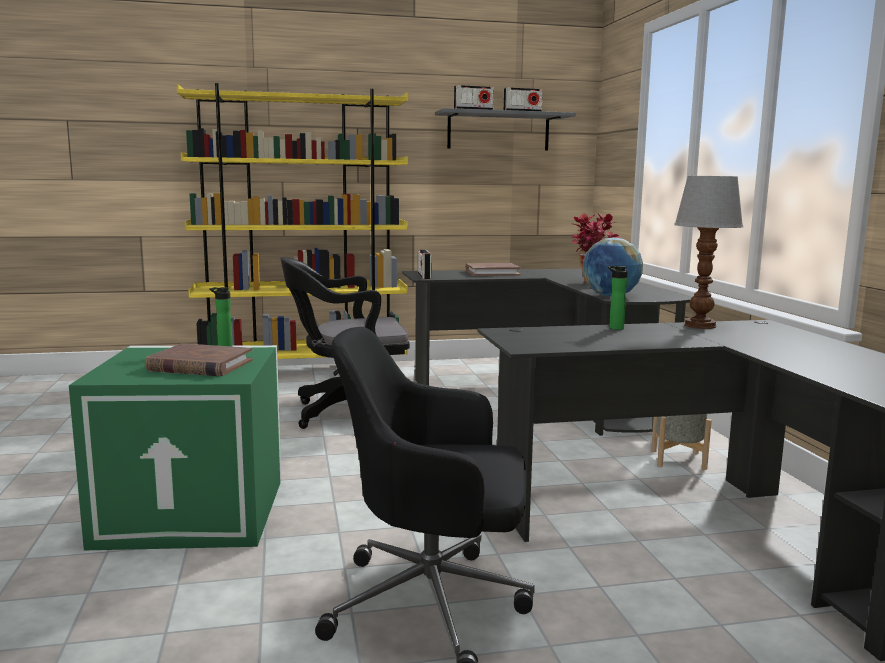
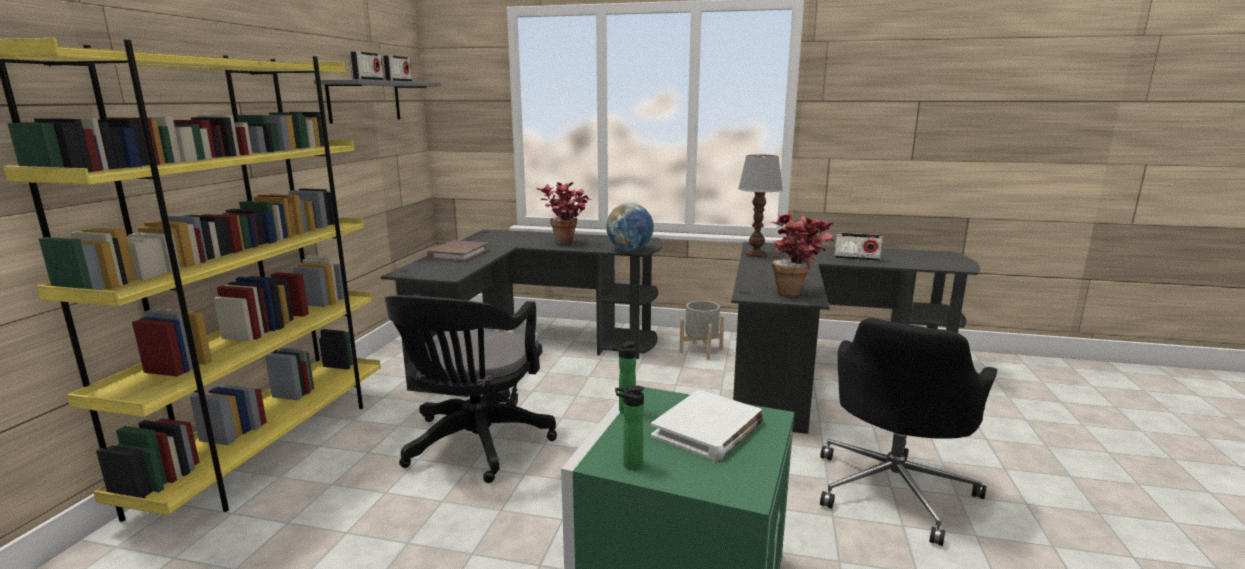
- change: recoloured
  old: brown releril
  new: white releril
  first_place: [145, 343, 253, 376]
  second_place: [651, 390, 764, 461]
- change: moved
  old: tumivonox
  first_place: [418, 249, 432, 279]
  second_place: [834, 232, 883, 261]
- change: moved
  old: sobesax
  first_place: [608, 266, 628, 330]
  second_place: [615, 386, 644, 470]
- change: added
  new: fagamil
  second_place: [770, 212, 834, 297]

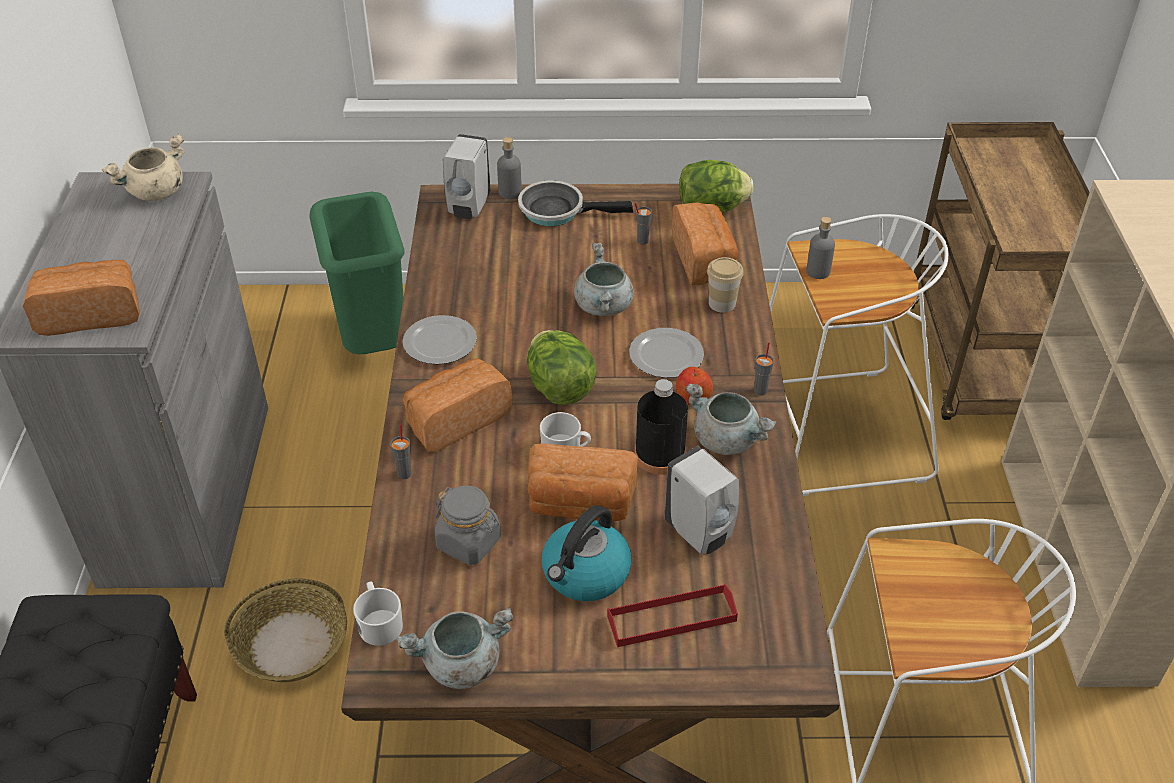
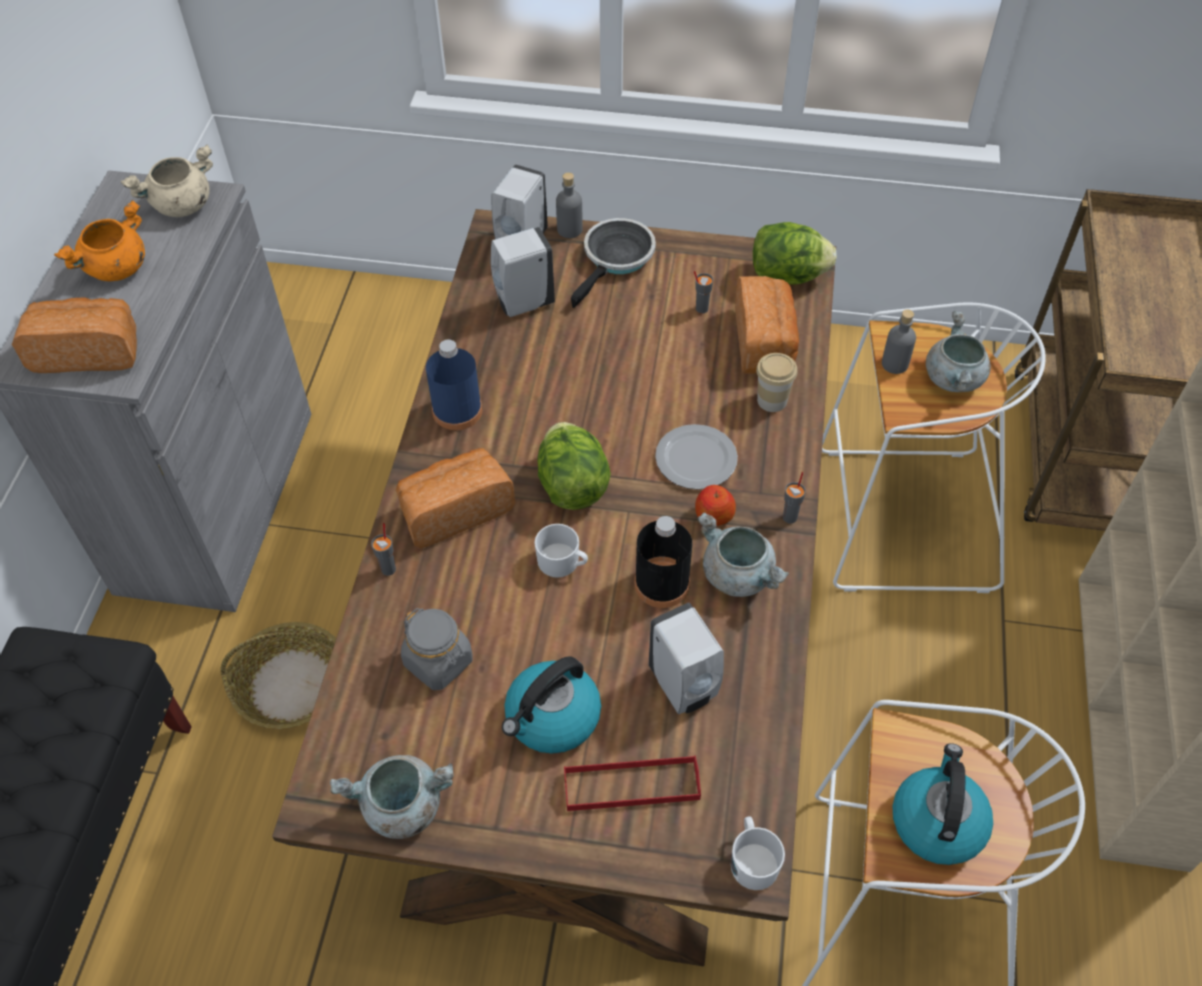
- change: removed
  old: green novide
  first_place: [309, 192, 404, 354]
- change: moved
  old: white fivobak
  first_place: [353, 582, 403, 646]
  second_place: [731, 817, 785, 890]
- change: replaced
  old: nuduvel
  new: blue sobesax
  first_place: [403, 315, 477, 364]
  second_place: [426, 339, 482, 431]
- change: turned
  old: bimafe
  first_place: [518, 180, 633, 226]
  second_place: [571, 218, 656, 308]
  degrees: 105
- change: removed
  old: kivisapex
  first_place: [528, 443, 638, 521]
- change: moved
  old: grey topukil
  first_place: [574, 243, 634, 316]
  second_place: [926, 311, 991, 392]
- change: added
  new: orange topukil
  second_place: [54, 200, 145, 281]
- change: added
  new: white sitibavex
  second_place: [490, 227, 555, 317]
- change: added
  new: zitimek
  second_place: [893, 743, 993, 865]

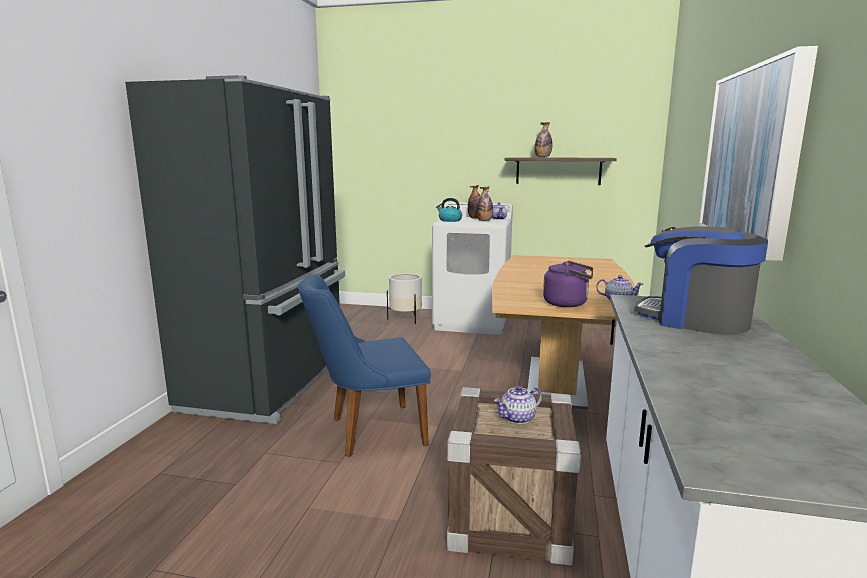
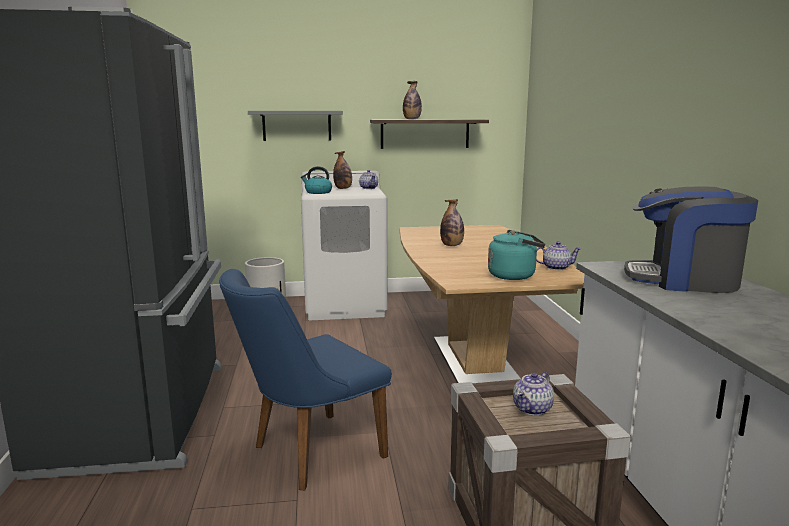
- change: moved
  old: sobesax
  first_place: [476, 187, 493, 221]
  second_place: [440, 199, 464, 246]
- change: recoloured
  old: purple zitimek
  new: turquoise zitimek
  first_place: [543, 261, 593, 307]
  second_place: [488, 230, 545, 280]
- change: removed
  old: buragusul
  first_place: [699, 46, 818, 261]
- change: added
  new: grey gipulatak
  second_place: [248, 111, 343, 141]

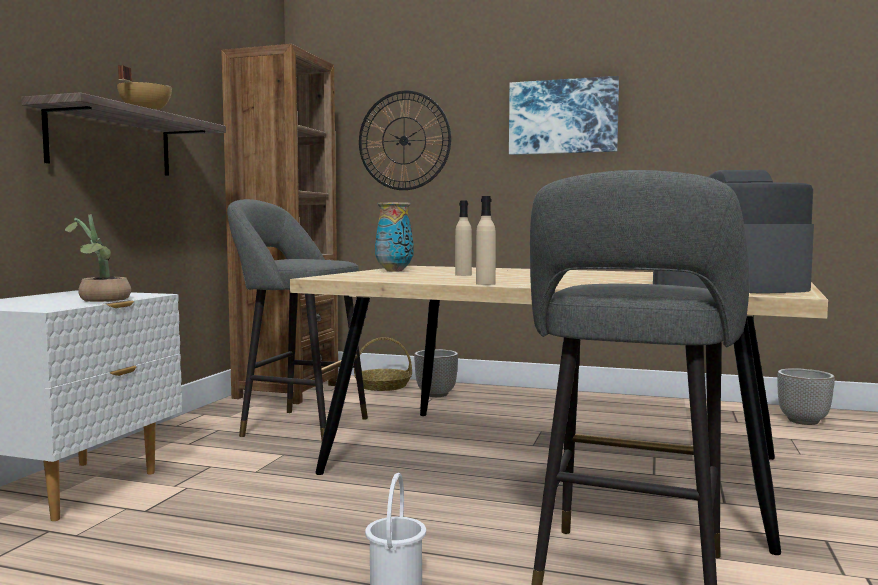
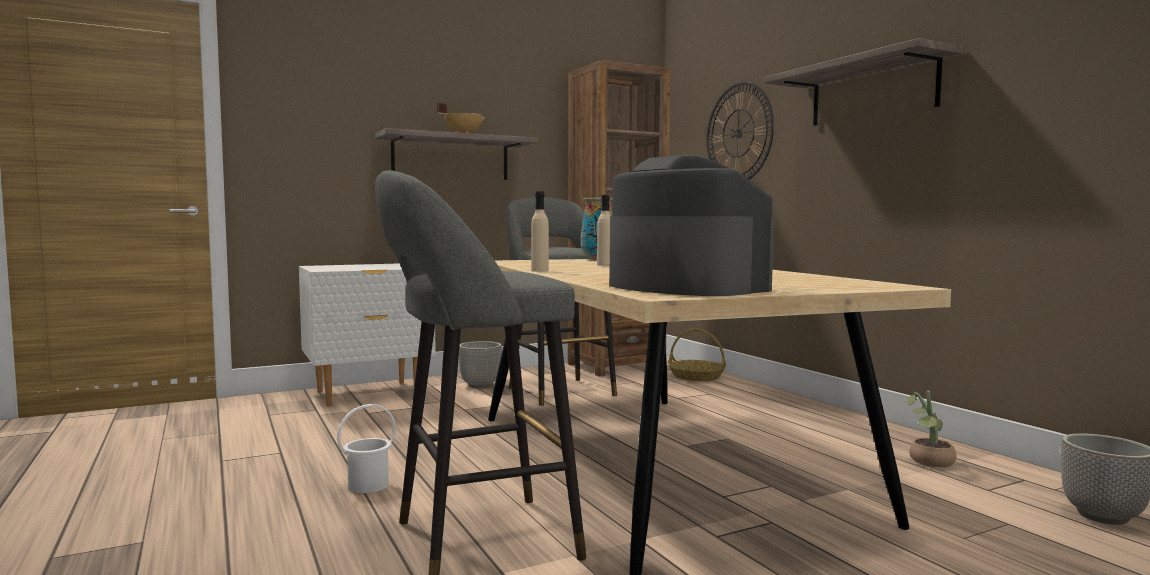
- change: moved
  old: fagamil
  first_place: [65, 215, 131, 302]
  second_place: [905, 391, 957, 467]
- change: moved
  old: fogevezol
  first_place: [414, 349, 458, 397]
  second_place: [459, 341, 502, 389]
- change: replaced
  old: buragusul
  new: gipulatak
  first_place: [509, 76, 619, 155]
  second_place: [764, 38, 962, 126]

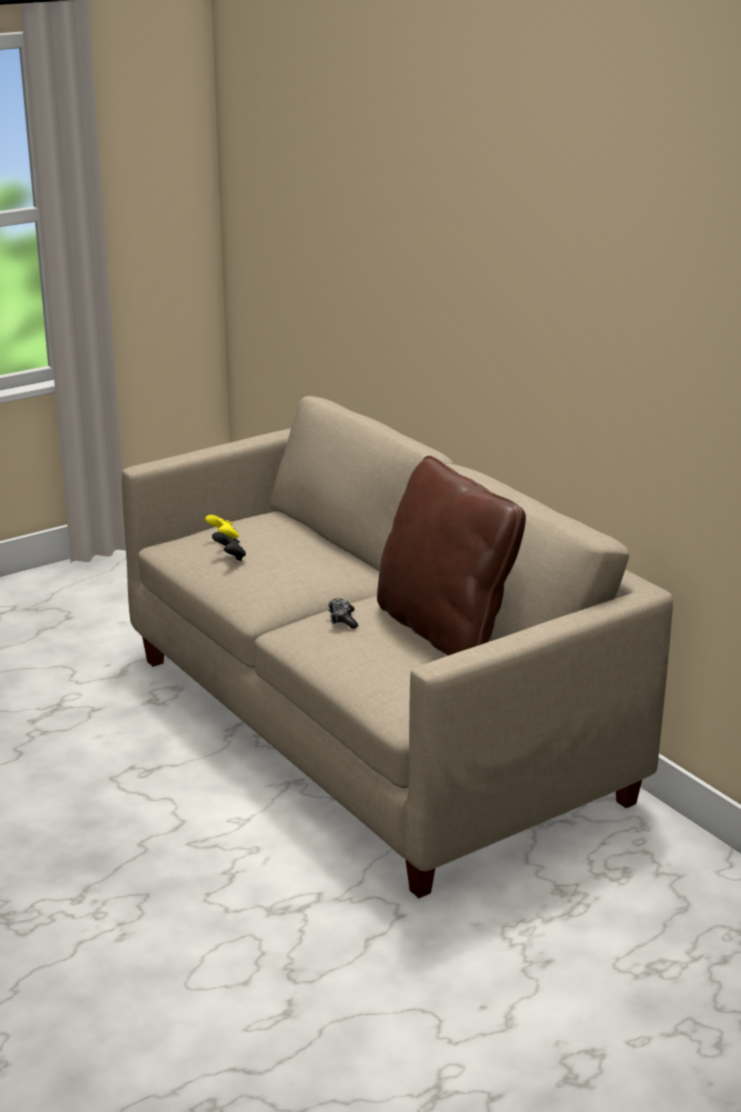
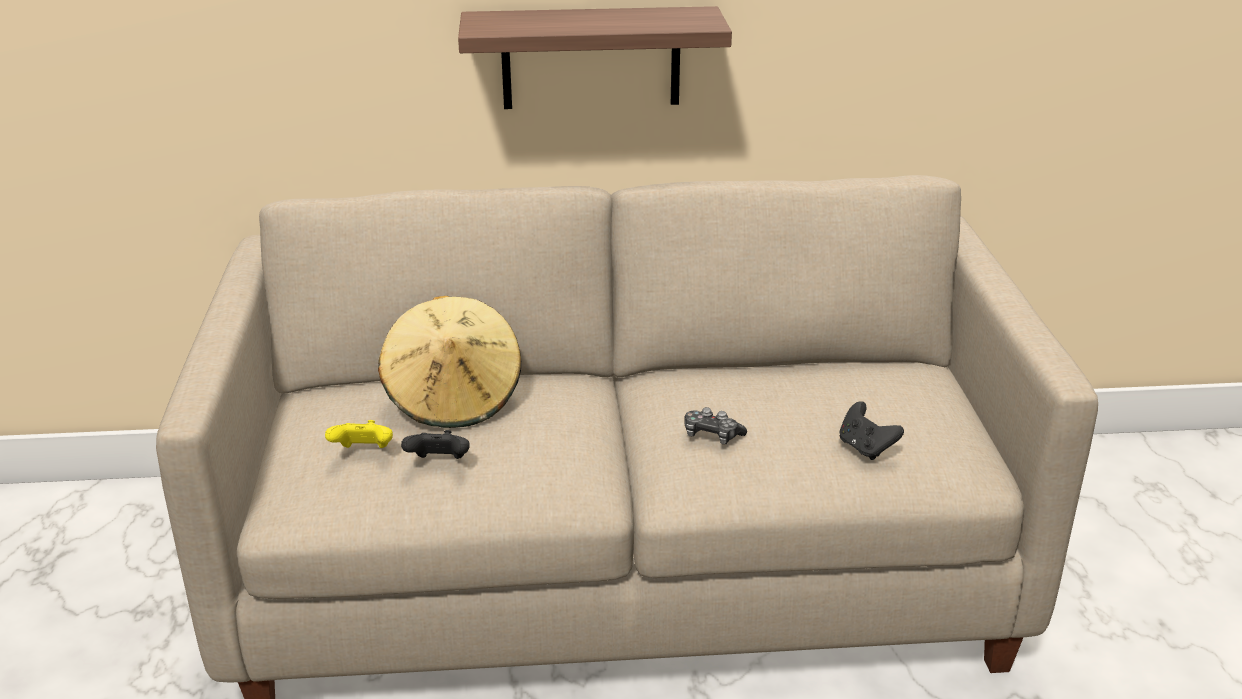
- change: removed
  old: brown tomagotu
  first_place: [377, 456, 526, 656]
- change: added
  new: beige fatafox
  second_place: [378, 296, 521, 428]
- change: added
  new: gipulatak
  second_place: [458, 6, 732, 109]
- change: added
  new: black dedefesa
  second_place: [840, 401, 904, 460]

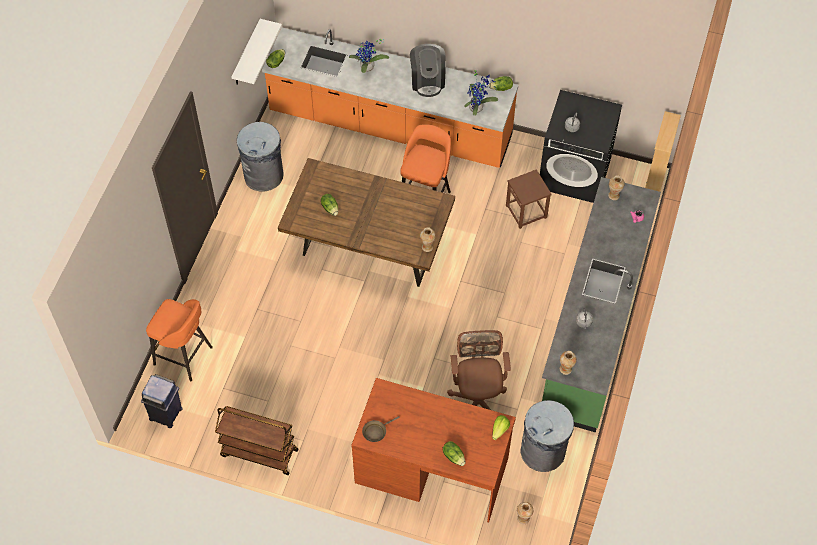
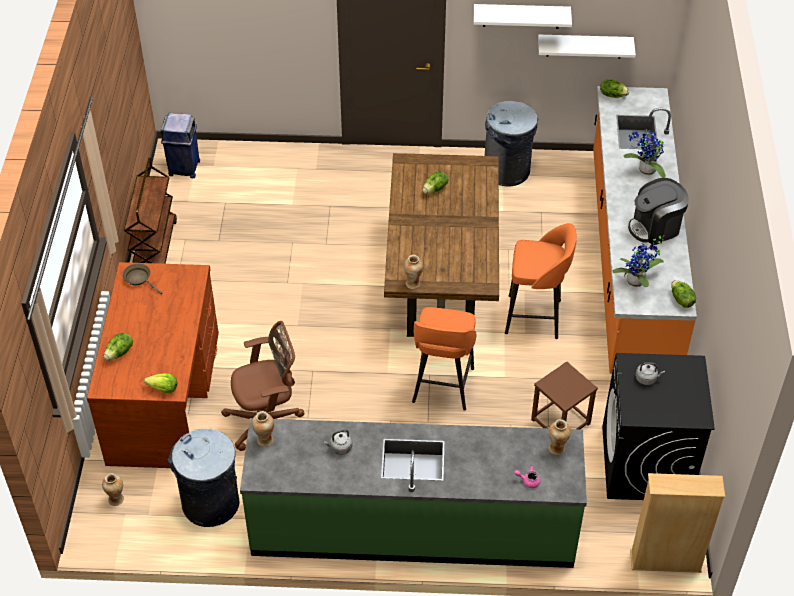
- change: moved
  old: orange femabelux
  first_place: [146, 299, 213, 381]
  second_place: [412, 307, 476, 411]
- change: added
  new: white gipulatak
  second_place: [474, 4, 572, 29]

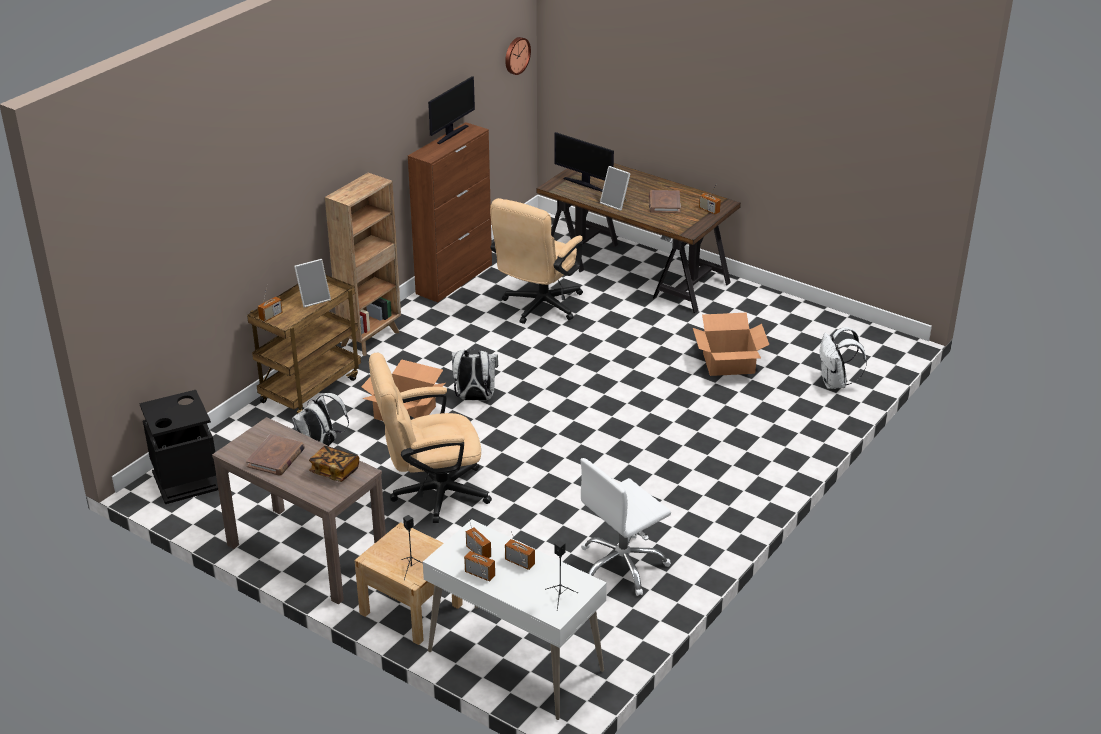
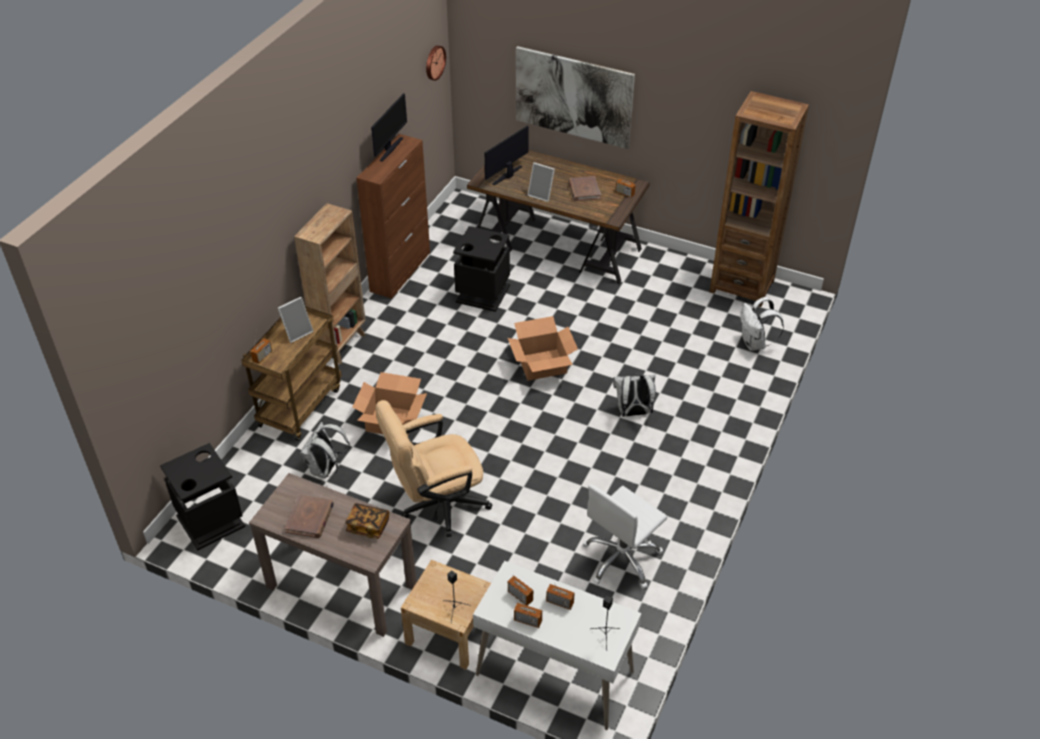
- change: moved
  old: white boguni
  first_place: [451, 349, 498, 400]
  second_place: [613, 373, 656, 417]
- change: replaced
  old: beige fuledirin
  new: black novide
  first_place: [490, 198, 583, 324]
  second_place: [453, 226, 510, 312]
- change: turned
  old: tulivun
  first_place: [554, 132, 614, 192]
  second_place: [485, 126, 528, 185]
  degrees: 105
- change: moved
  old: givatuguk
  first_place: [693, 313, 769, 376]
  second_place: [508, 316, 578, 381]
- change: added
  new: buragusul
  second_place: [516, 46, 635, 149]
- change: added
  new: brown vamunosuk
  second_place: [710, 91, 809, 307]

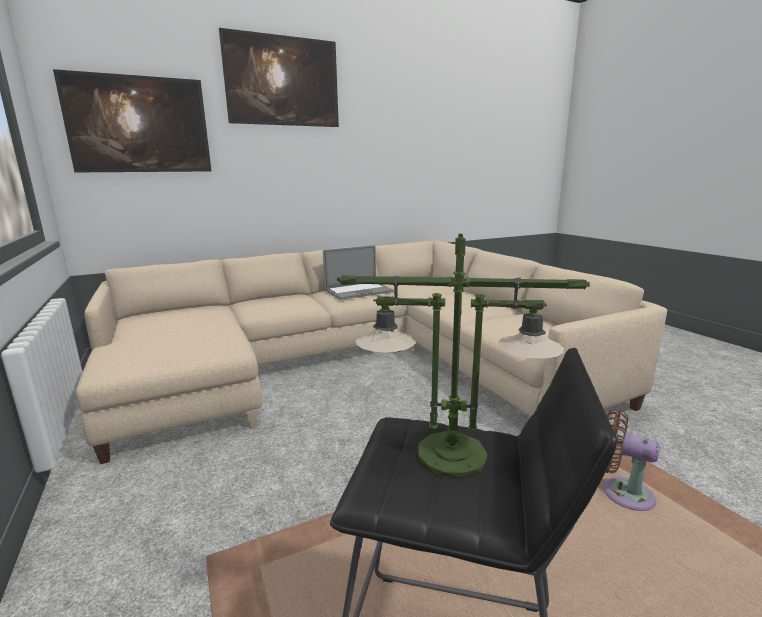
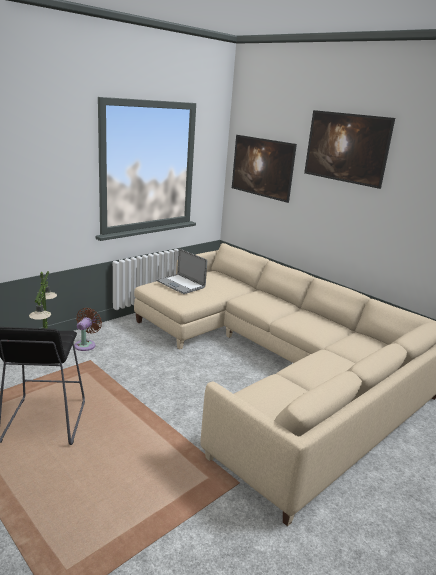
- change: moved
  old: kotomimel
  first_place: [323, 245, 394, 300]
  second_place: [156, 249, 207, 294]
- change: moved
  old: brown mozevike
  first_place: [603, 409, 660, 511]
  second_place: [74, 308, 102, 351]

